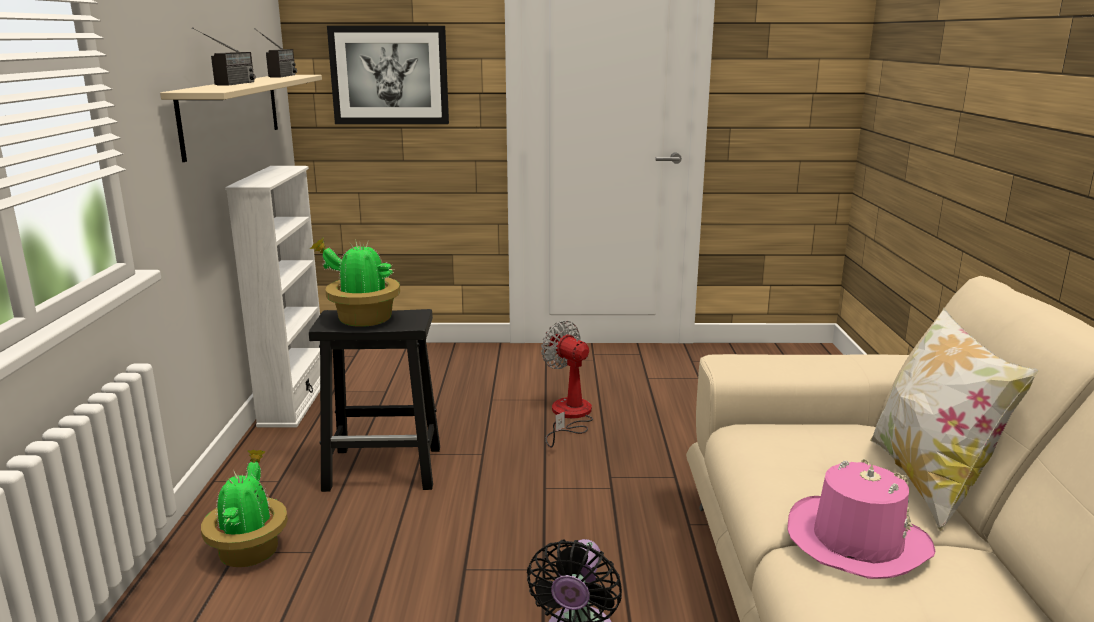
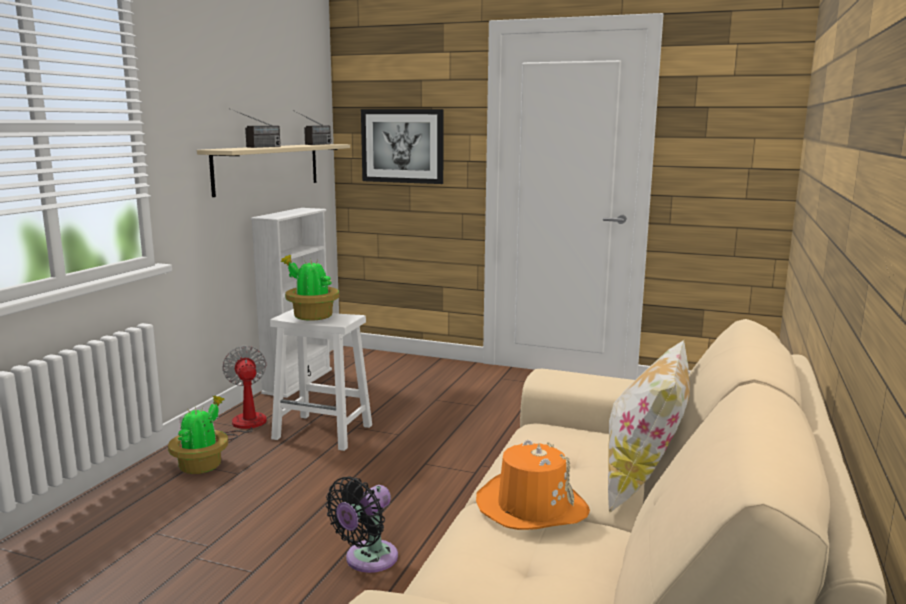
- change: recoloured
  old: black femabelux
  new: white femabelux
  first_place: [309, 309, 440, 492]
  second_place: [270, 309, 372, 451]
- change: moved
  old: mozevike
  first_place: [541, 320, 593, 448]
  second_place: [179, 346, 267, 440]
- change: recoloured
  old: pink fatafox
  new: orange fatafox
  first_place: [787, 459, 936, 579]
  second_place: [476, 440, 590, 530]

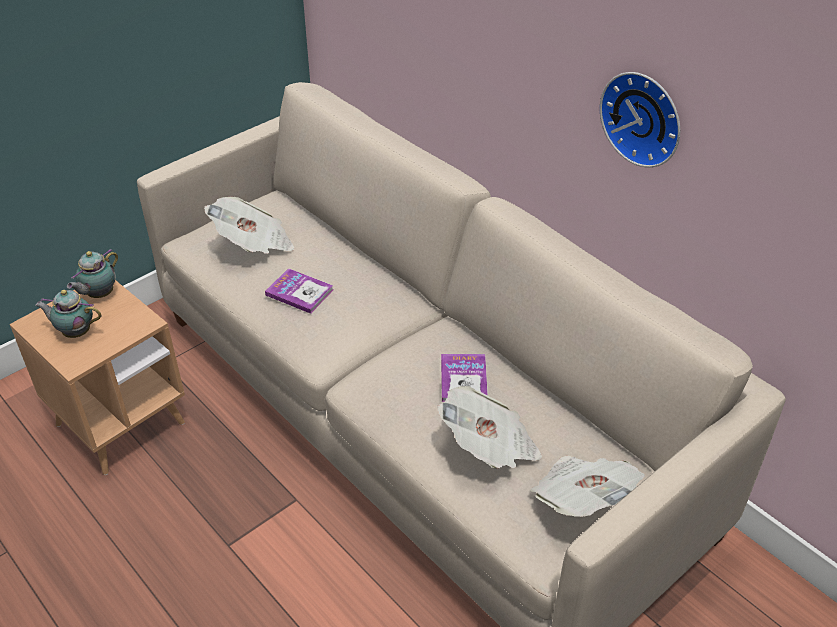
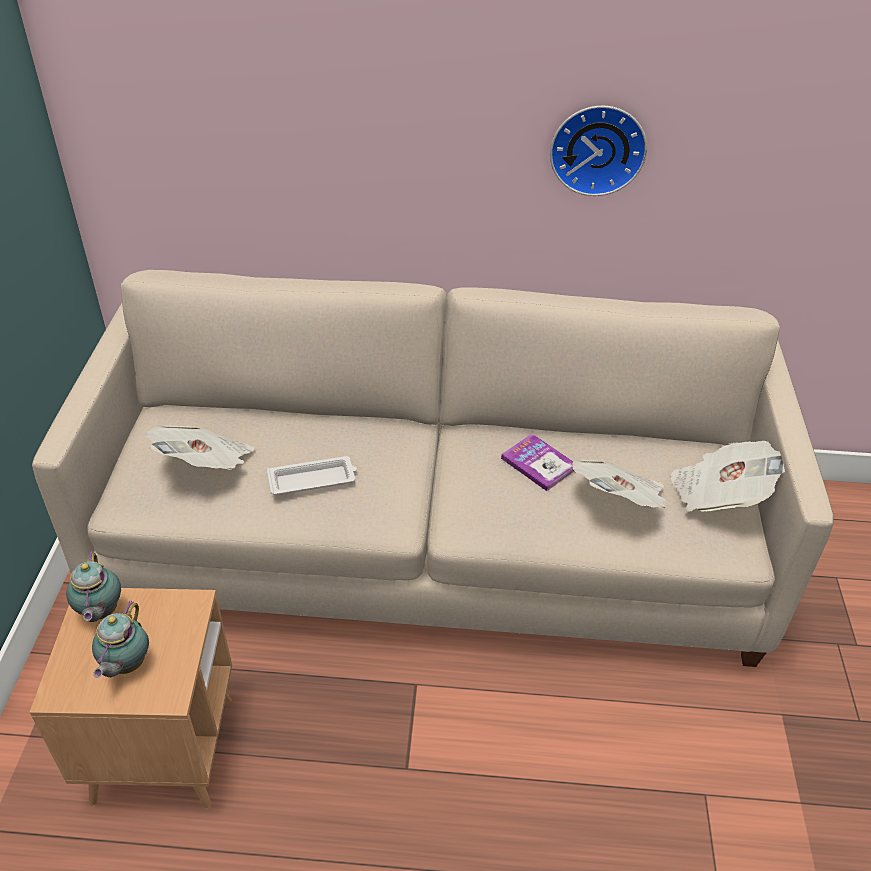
- change: turned
  old: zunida
  first_place: [35, 290, 101, 338]
  second_place: [92, 601, 149, 678]
  degrees: -45
- change: replaced
  old: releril
  new: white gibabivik
  first_place: [265, 268, 333, 314]
  second_place: [267, 456, 357, 495]

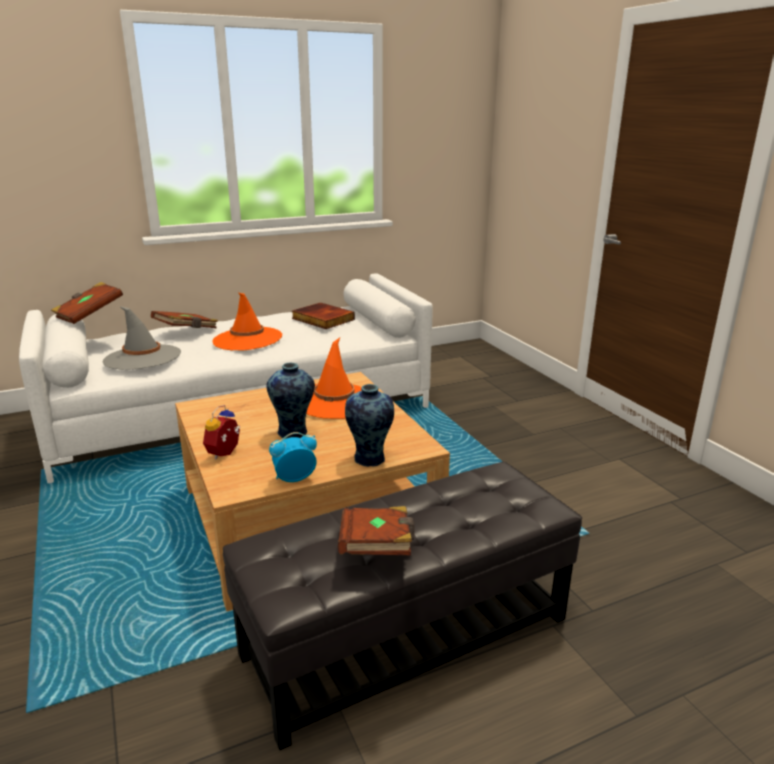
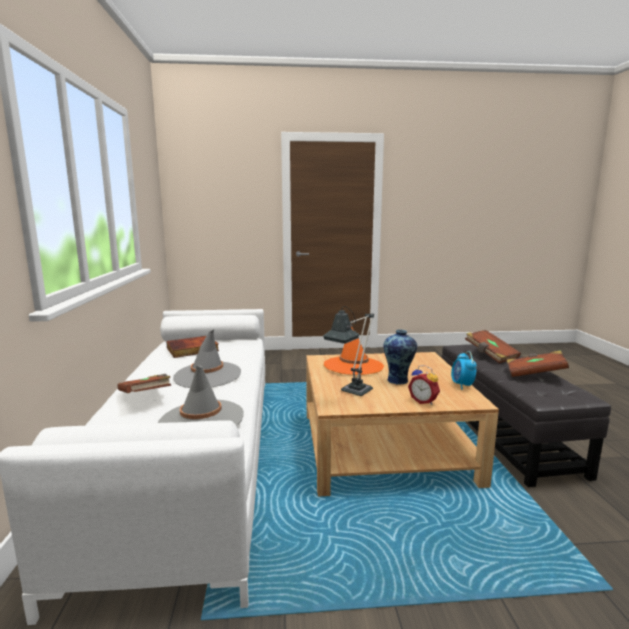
- change: moved
  old: brown releril
  first_place: [51, 282, 123, 324]
  second_place: [465, 330, 521, 364]
- change: recoloured
  old: orange fatafox
  new: grey fatafox
  first_place: [212, 293, 282, 350]
  second_place: [173, 329, 241, 388]
- change: removed
  old: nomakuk
  first_place: [345, 384, 394, 467]
- change: added
  new: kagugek
  second_place: [323, 306, 374, 396]

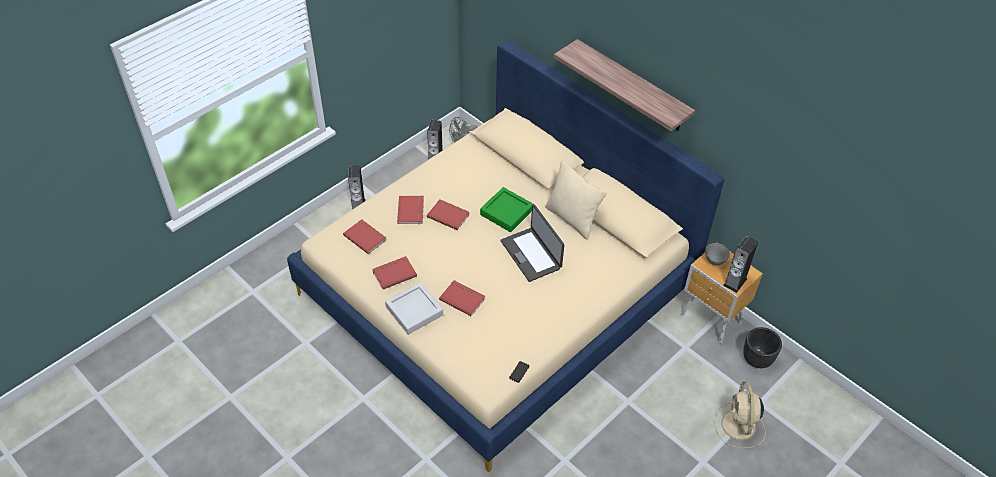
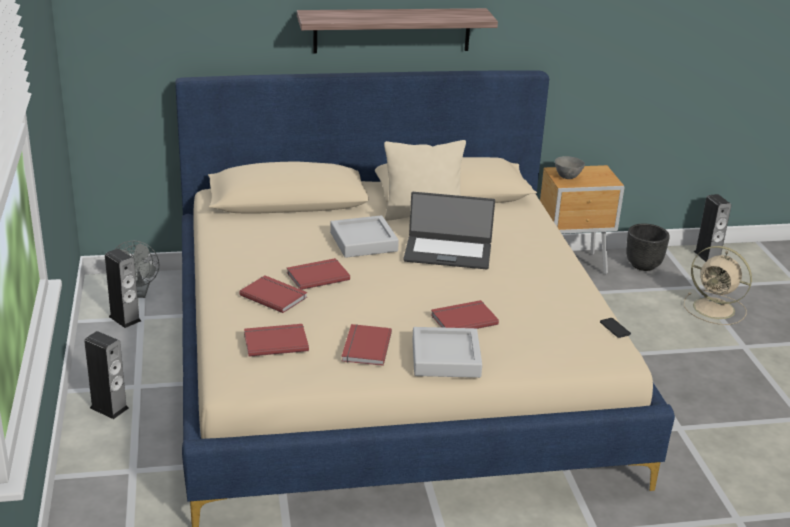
- change: recoloured
  old: green gibabivik
  new: grey gibabivik
  first_place: [480, 187, 533, 232]
  second_place: [330, 215, 399, 258]
- change: moved
  old: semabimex
  first_place: [723, 236, 758, 293]
  second_place: [694, 194, 731, 262]

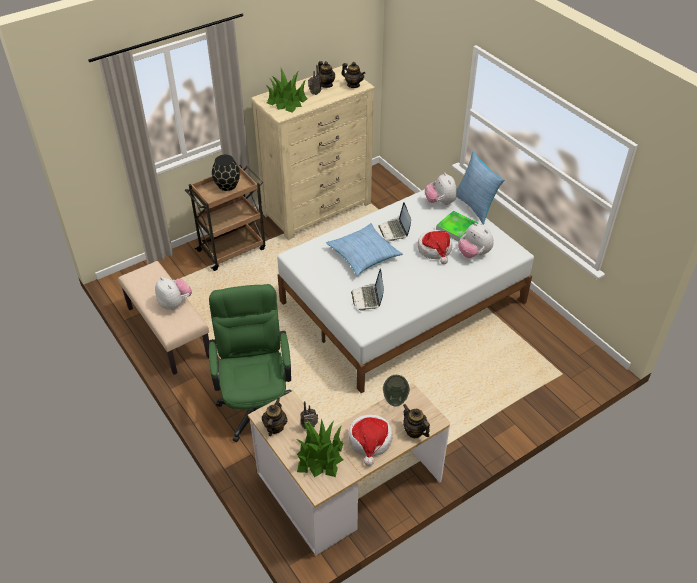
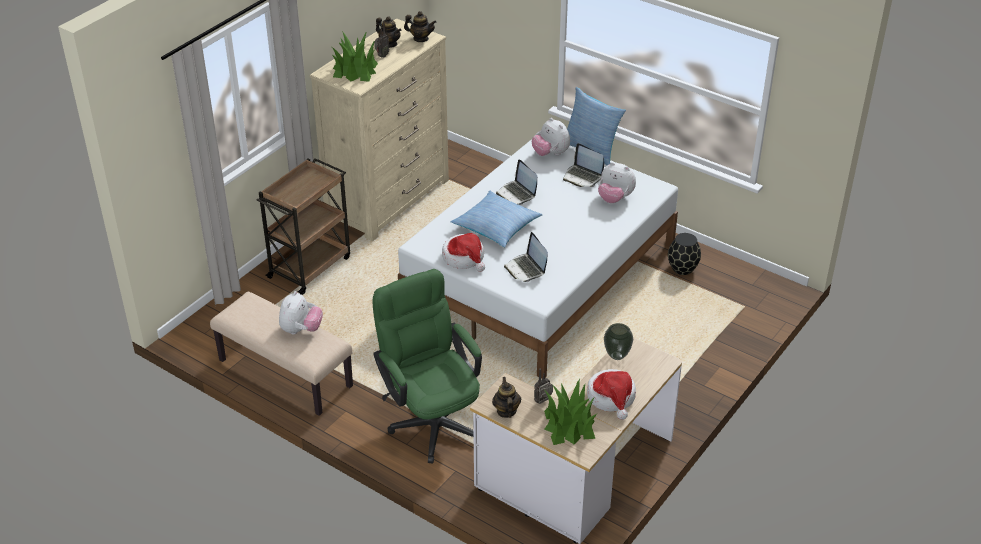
- change: turned
  old: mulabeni
  first_place: [155, 277, 192, 310]
  second_place: [279, 291, 323, 334]
  degrees: 75
- change: moved
  old: black nomakuk
  first_place: [212, 155, 240, 191]
  second_place: [668, 233, 701, 275]
- change: removed
  old: zunida
  first_place: [403, 404, 430, 438]
- change: moved
  old: fatafox
  first_place: [418, 230, 452, 264]
  second_place: [442, 233, 485, 272]
- change: replaced
  old: gibabivik
  new: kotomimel
  first_place: [436, 210, 478, 241]
  second_place: [563, 143, 604, 187]

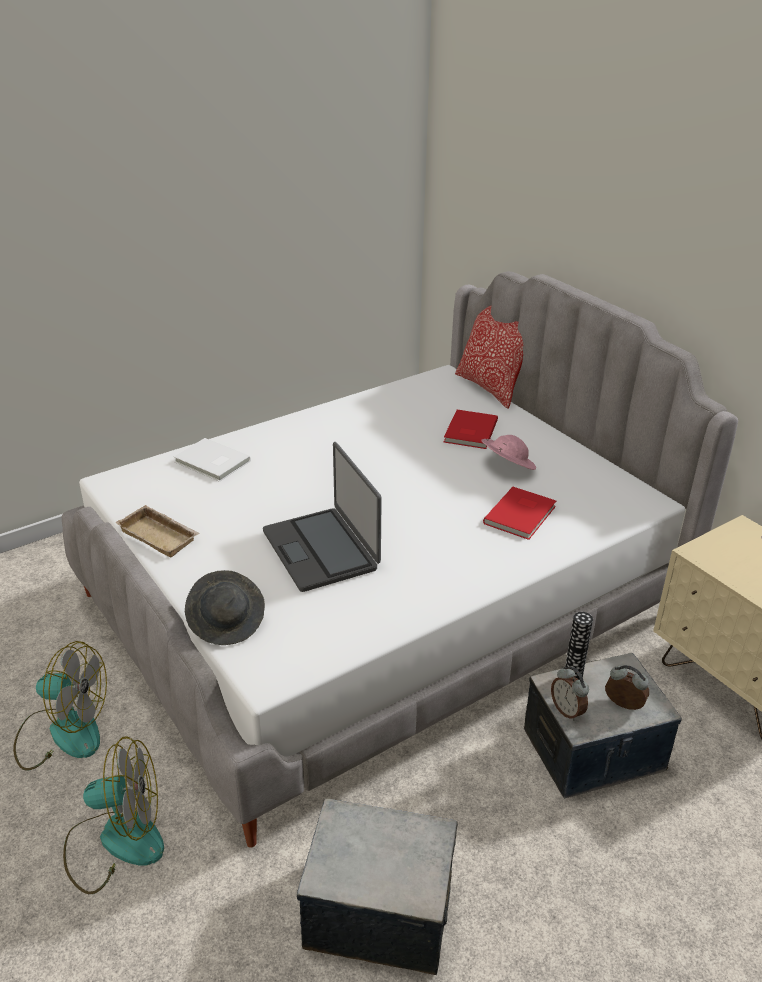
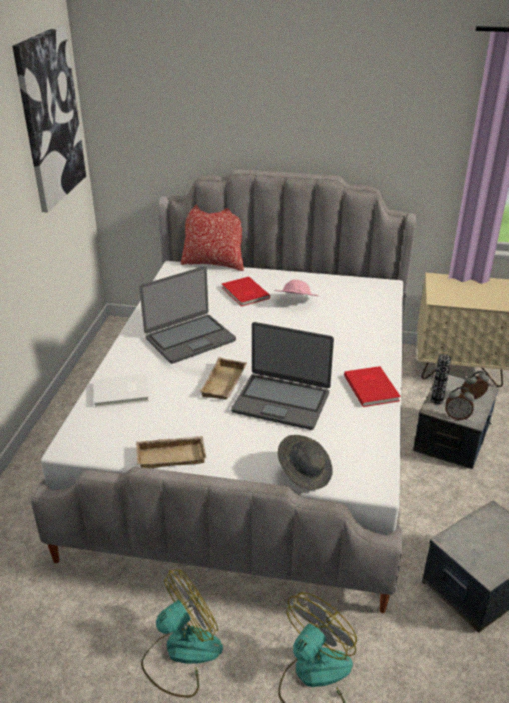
- change: moved
  old: red releril
  first_place: [483, 487, 556, 540]
  second_place: [344, 366, 401, 407]
- change: added
  new: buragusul
  second_place: [12, 25, 86, 213]
- change: added
  new: kotomimel
  second_place: [140, 266, 236, 364]
- change: added
  new: beige gibabivik
  second_place: [199, 357, 247, 400]

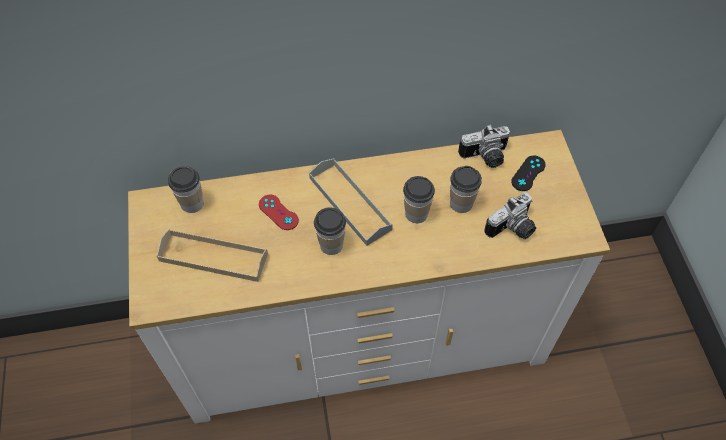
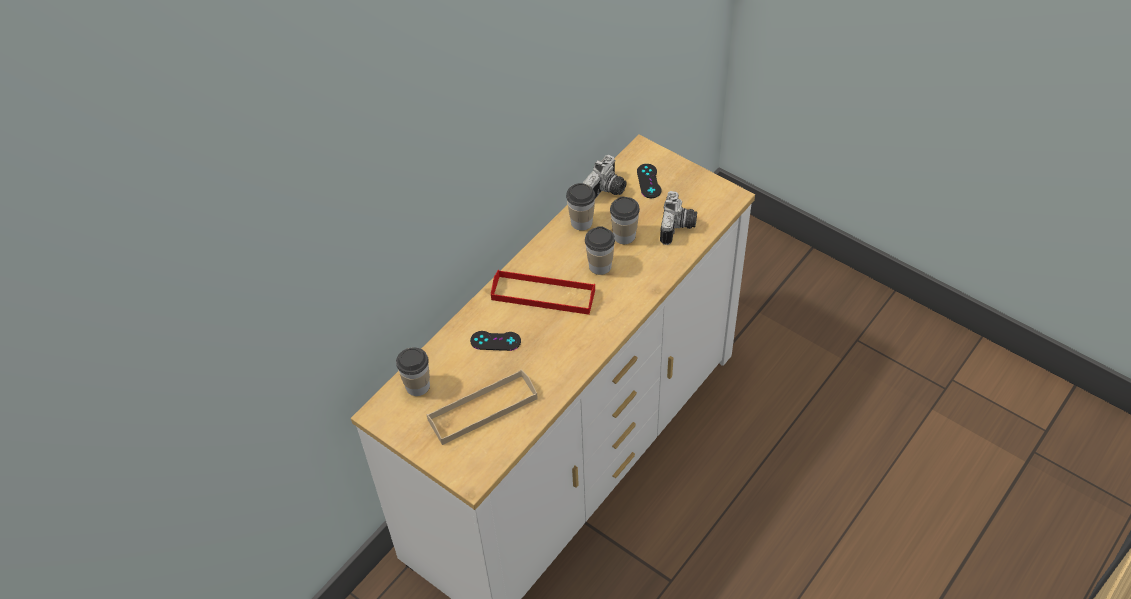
- change: recoloured
  old: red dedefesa
  new: black dedefesa
  first_place: [259, 195, 299, 230]
  second_place: [470, 331, 521, 351]
- change: recoloured
  old: grey gibabivik
  new: red gibabivik
  first_place: [309, 159, 393, 246]
  second_place: [491, 270, 595, 315]
- change: moved
  old: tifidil
  first_place: [314, 207, 346, 255]
  second_place: [566, 183, 596, 231]

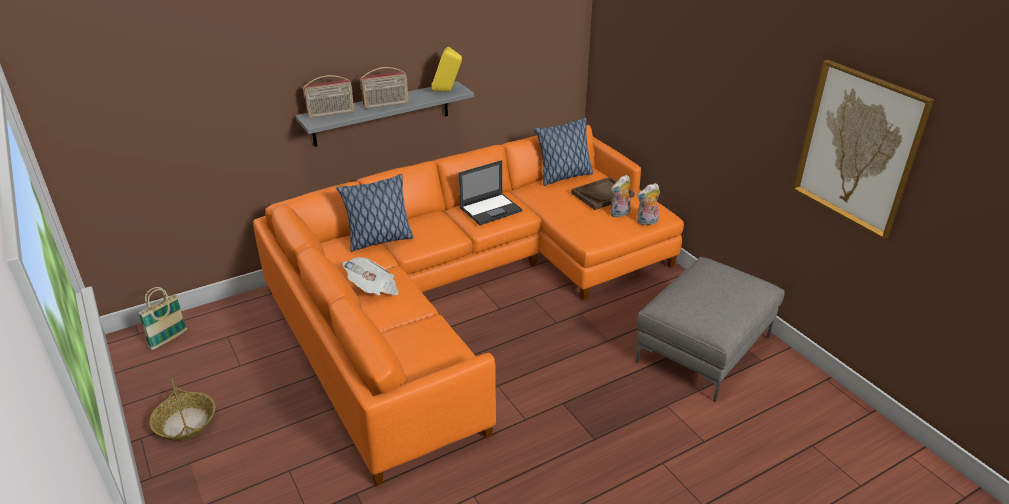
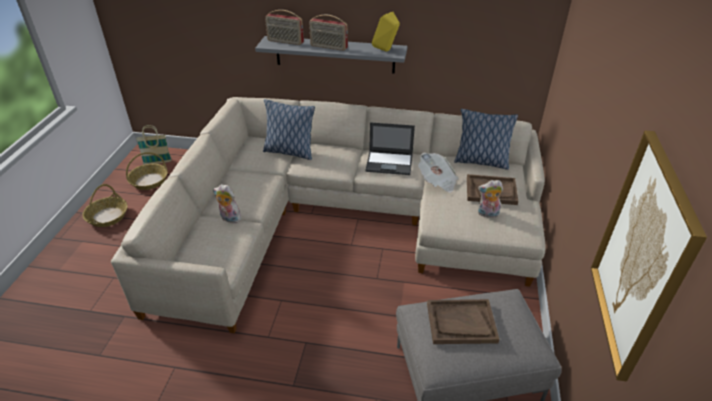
- change: recoloured
  old: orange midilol
  new: beige midilol
  first_place: [253, 125, 684, 486]
  second_place: [111, 97, 546, 333]
- change: moved
  old: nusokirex
  first_place: [343, 257, 399, 295]
  second_place: [418, 152, 458, 193]
- change: moved
  old: mulabeni
  first_place: [637, 183, 660, 225]
  second_place: [213, 184, 241, 223]
- change: added
  new: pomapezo
  second_place: [126, 152, 168, 190]
- change: added
  new: brown gibabivik
  second_place: [427, 299, 499, 344]

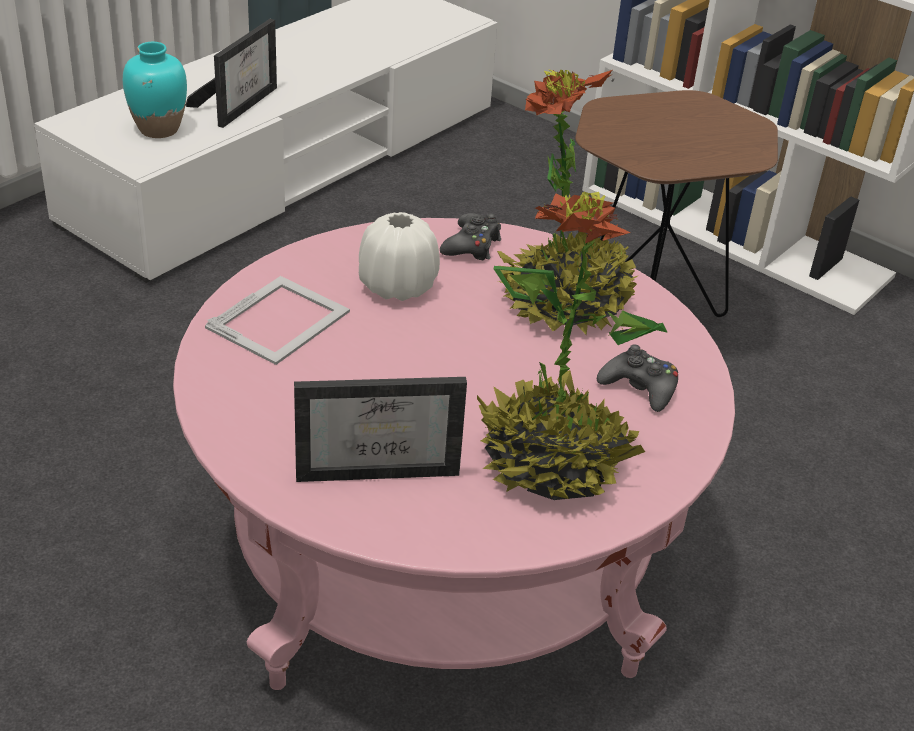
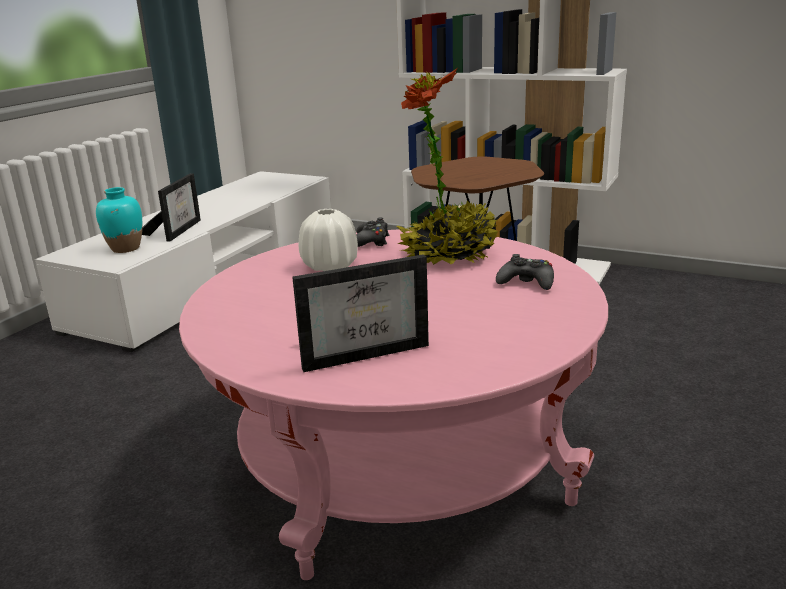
- change: removed
  old: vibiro
  first_place: [205, 276, 350, 365]
- change: removed
  old: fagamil
  first_place: [477, 192, 668, 500]

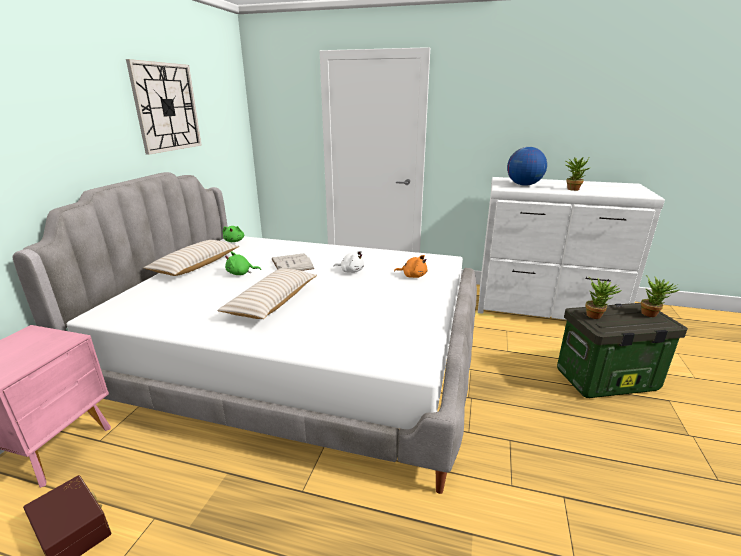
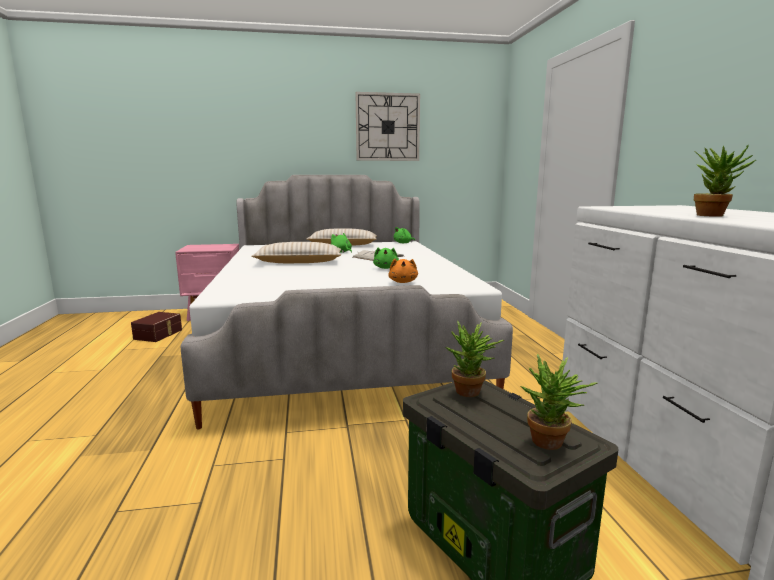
- change: recoloured
  old: white mulabeni
  new: green mulabeni
  first_place: [334, 251, 364, 273]
  second_place: [373, 247, 399, 269]
- change: removed
  old: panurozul
  first_place: [507, 147, 547, 186]

